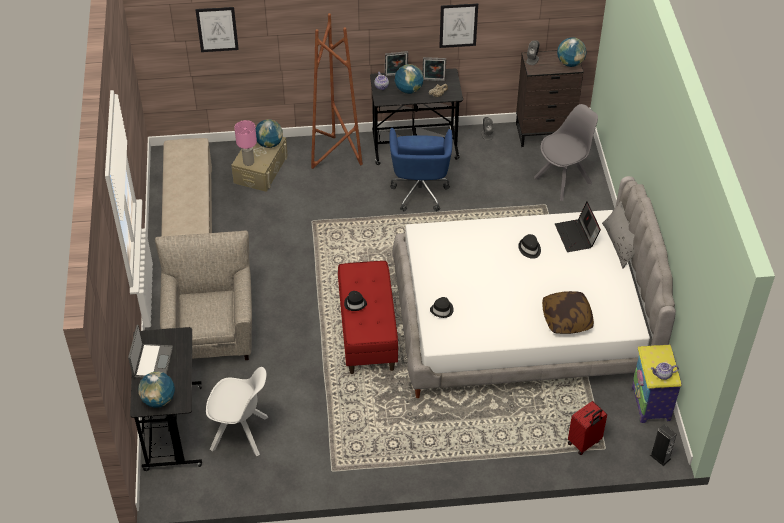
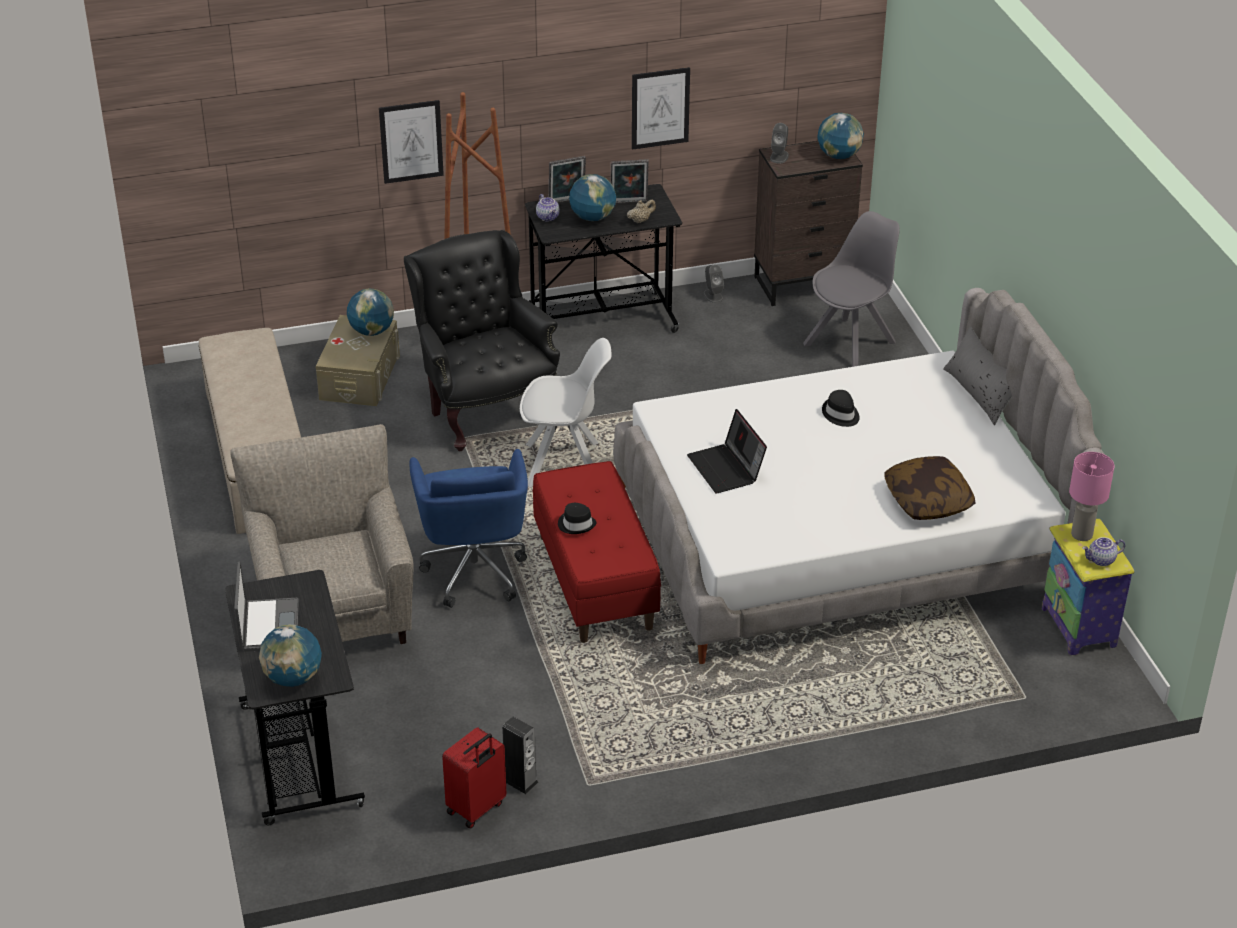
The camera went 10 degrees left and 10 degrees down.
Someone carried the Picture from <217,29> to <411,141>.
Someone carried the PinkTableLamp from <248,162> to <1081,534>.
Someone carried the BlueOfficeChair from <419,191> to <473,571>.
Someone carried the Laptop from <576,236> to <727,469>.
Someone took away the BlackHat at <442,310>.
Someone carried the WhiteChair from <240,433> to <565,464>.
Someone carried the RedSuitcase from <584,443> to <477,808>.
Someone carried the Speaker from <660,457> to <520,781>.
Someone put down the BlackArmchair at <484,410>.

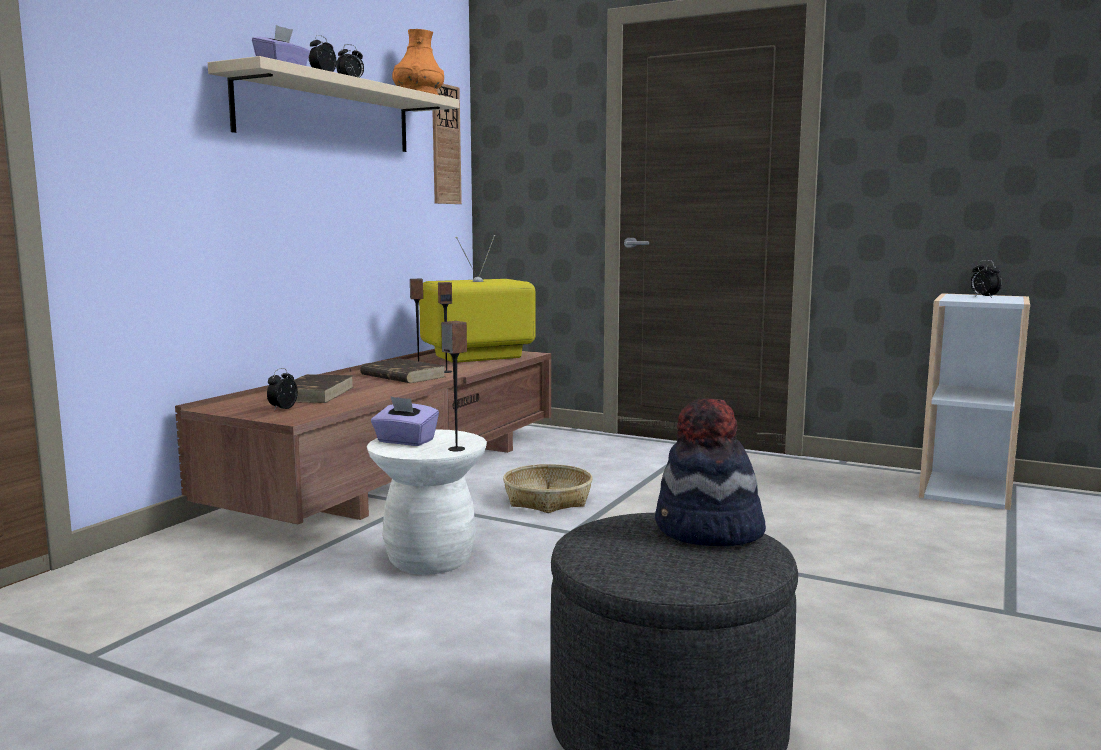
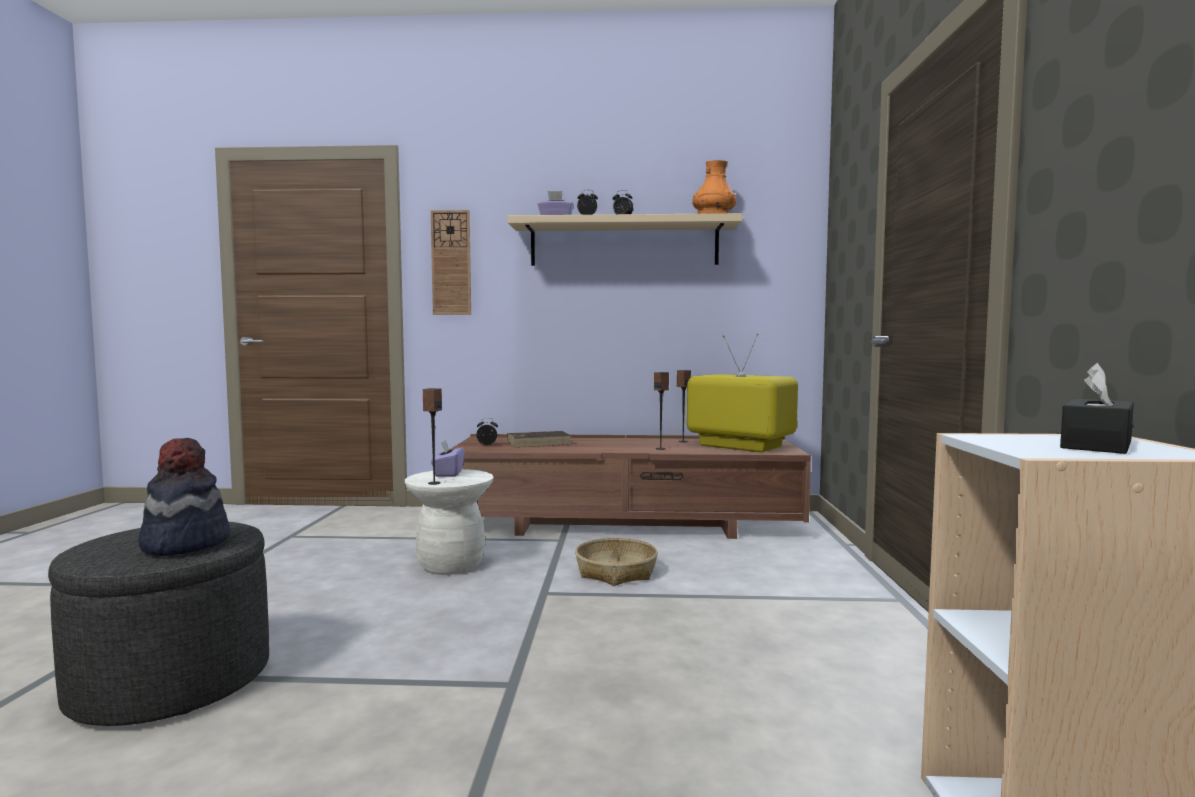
The camera went 65 degrees right and 5 degrees down.
Someone carried the WallClock from <445,145> to <451,263>.
Someone swapped the AlarmClock at <983,297> for the BlackTissueBox at <1096,445>.
Someone took away the BrownBook at <402,376>.

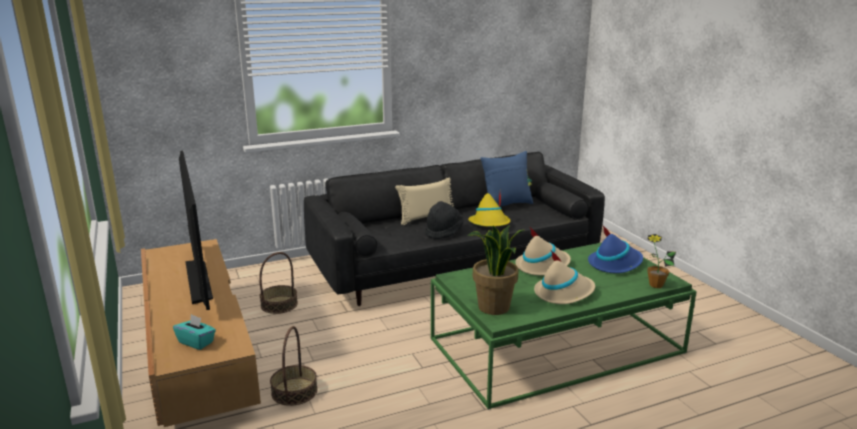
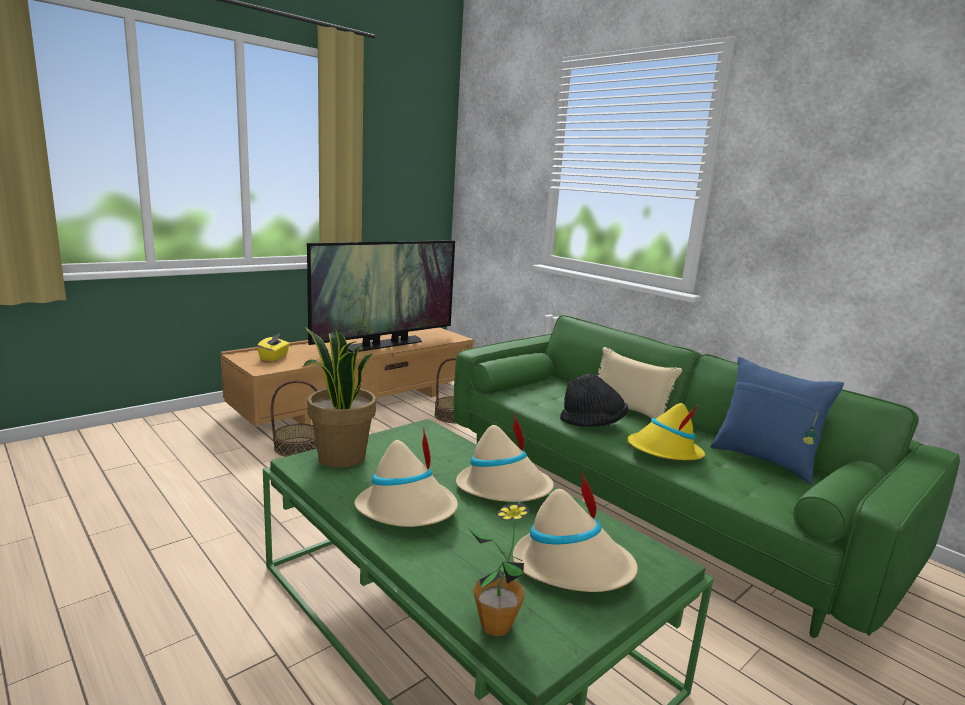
The camera went 70 degrees right and 5 degrees down.
Someone repainted the BlackSofa at <454,263>, which became the GreenSofa at <651,500>.
Someone repainted the BlueHat at <615,264>, which became the BeigeHat at <573,567>.
Someone repainted the TurquoiseTissueBox at <196,342>, which became the YellowTissueBox at <274,357>.

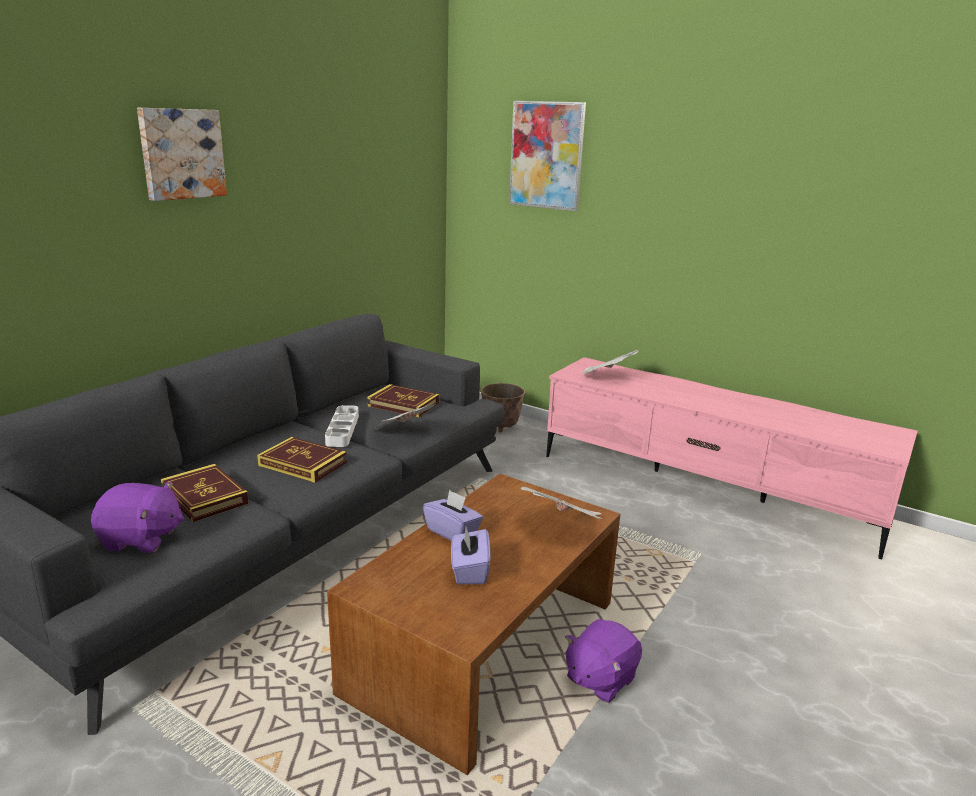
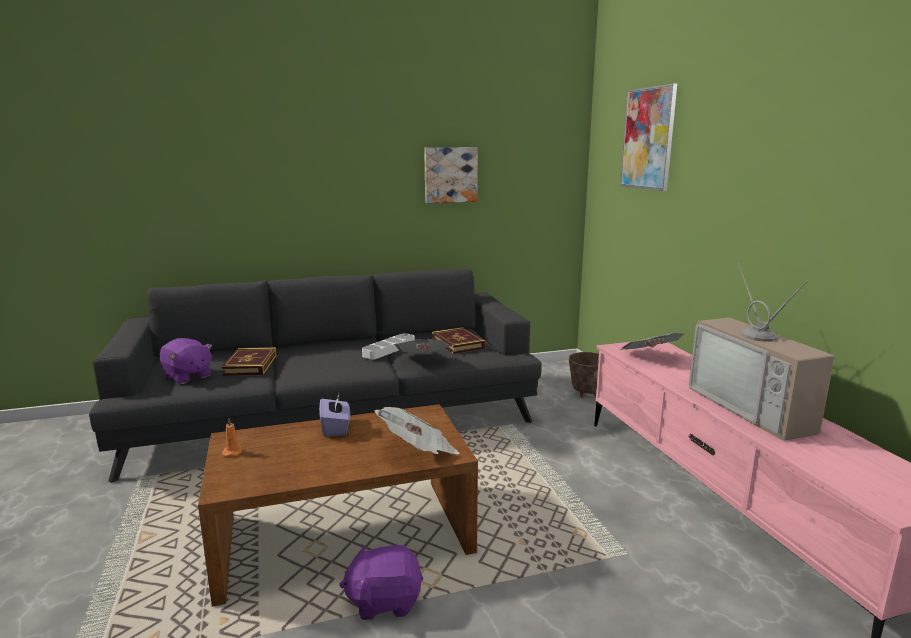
The camera went 40 degrees right and 5 degrees down.
Someone carried the Picture from <181,153> to <450,175>.
Someone took away the Book at <303,464>.
Someone took away the PurpleTissueBox at <469,571>.
Someone put down the Television at <756,408>.
Someone put down the OrangeCandle at <233,451>.

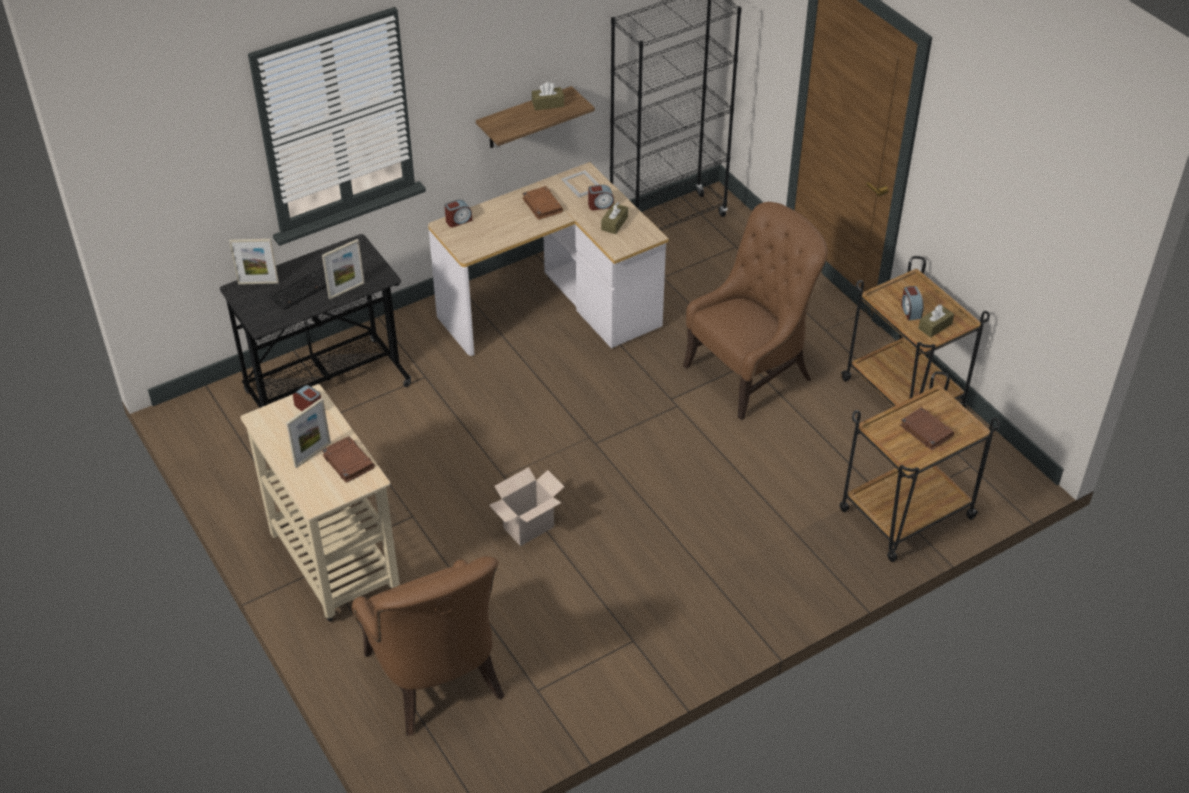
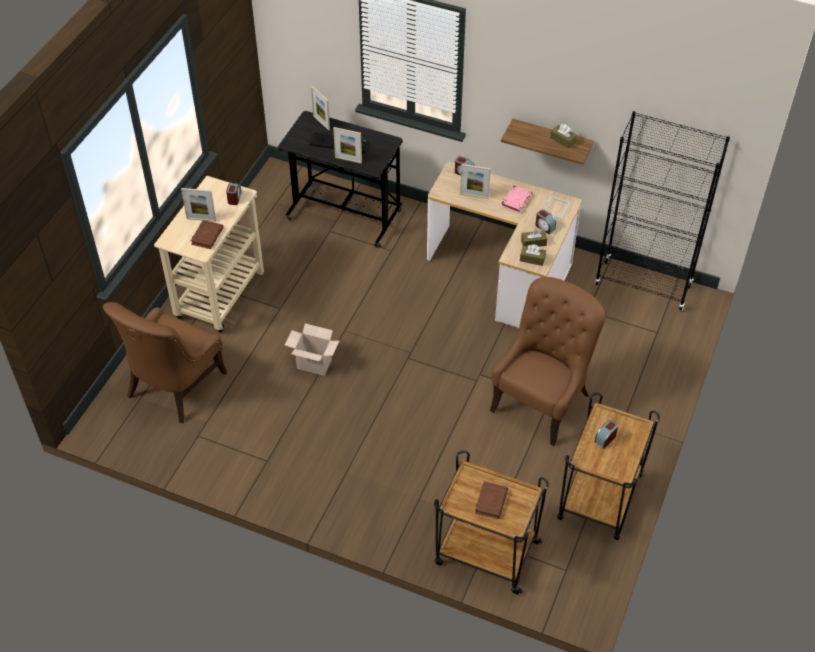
The camera went 55 degrees right and 5 degrees up.
Someone repainted the BrownBook at <542,205>, which became the PinkBook at <516,200>.
Someone rotated the BrownChair at <750,372> by 75 degrees counterclockwise.
Someone carried the BrownTissueBox from <935,326> to <532,259>.
Someone put down the PictureFrame at <474,196>.

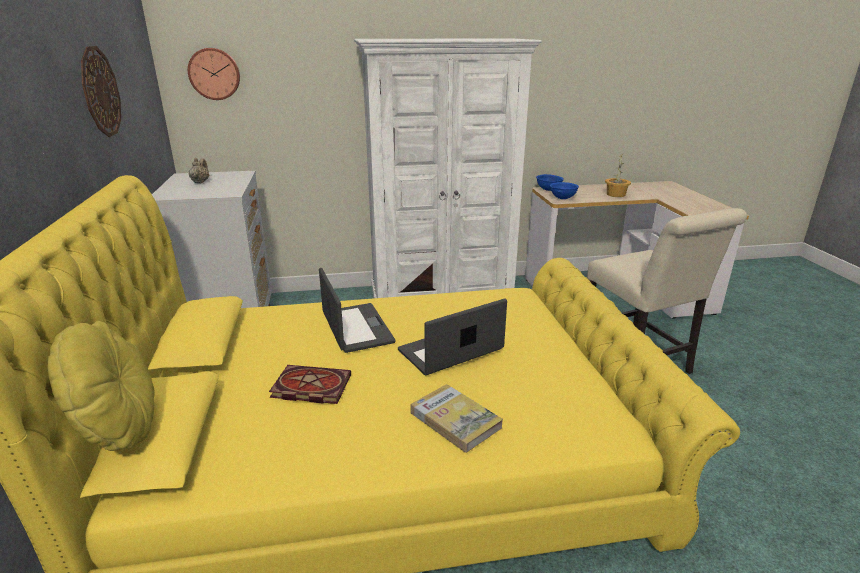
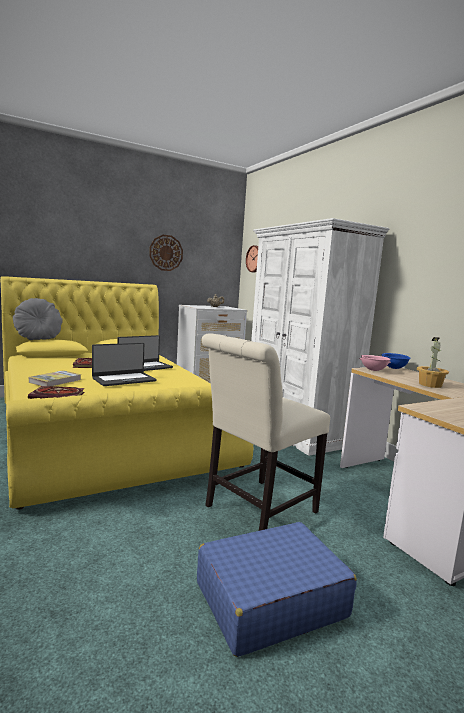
The camera went 70 degrees right and 15 degrees down.
Someone repainted the BlueBowl at <562,198>, which became the PinkBowl at <373,370>.
Someone rotated the Laptop at <451,351> by 105 degrees clockwise.
Someone repainted the YellowPillow at <121,431>, which became the GreyPillow at <38,339>.
Someone put down the Book at <59,395>.
Someone put down the BlueSuitcase at <270,599>.

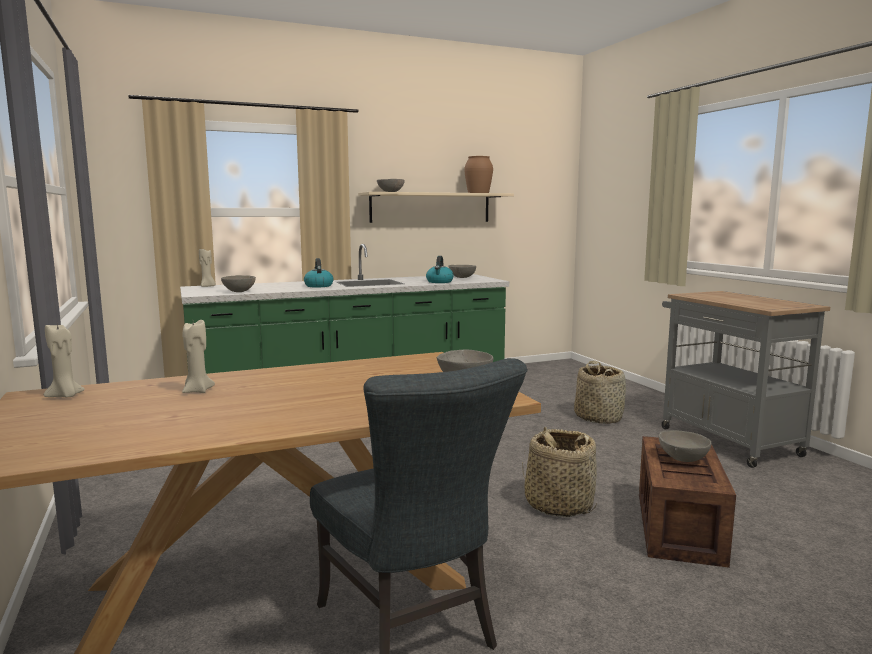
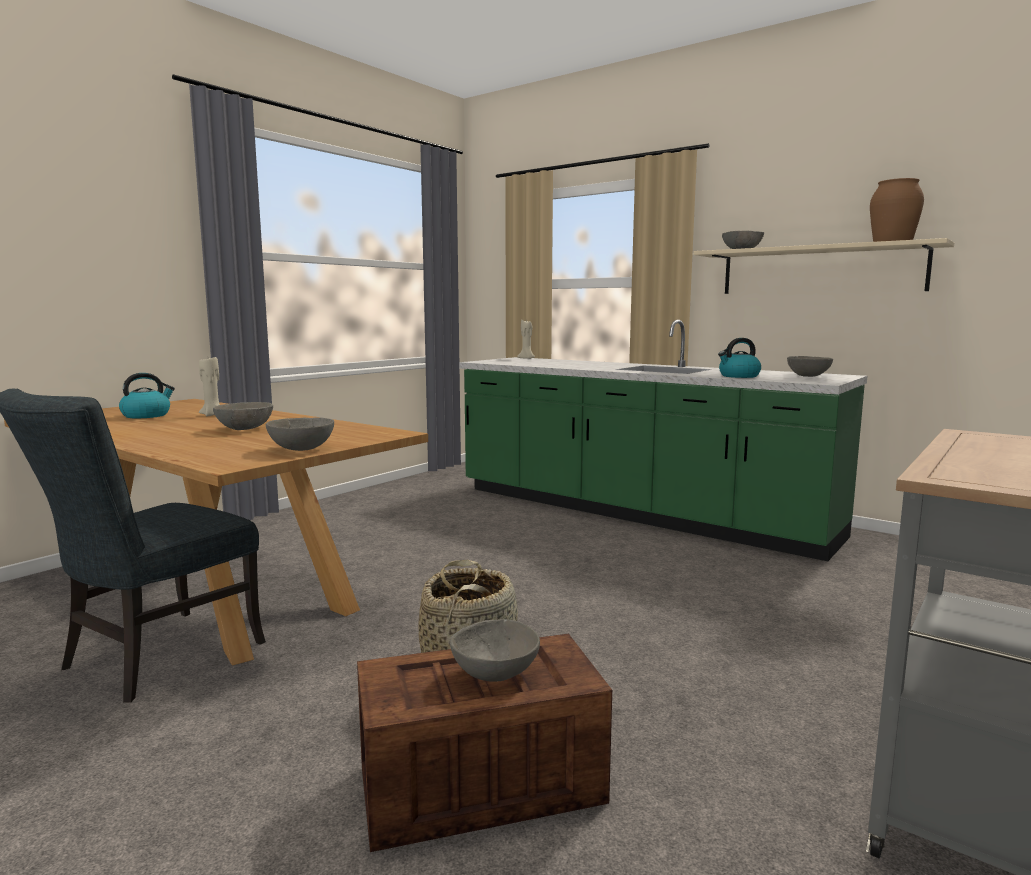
The camera went 60 degrees right and 0 degrees up.
Someone carried the Kettle from <318,286> to <147,415>.
Someone carried the GreyBowl from <239,291> to <245,429>.
Someone took away the BeigeCandle at <65,396>.
Someone took away the Basket at <598,417>.

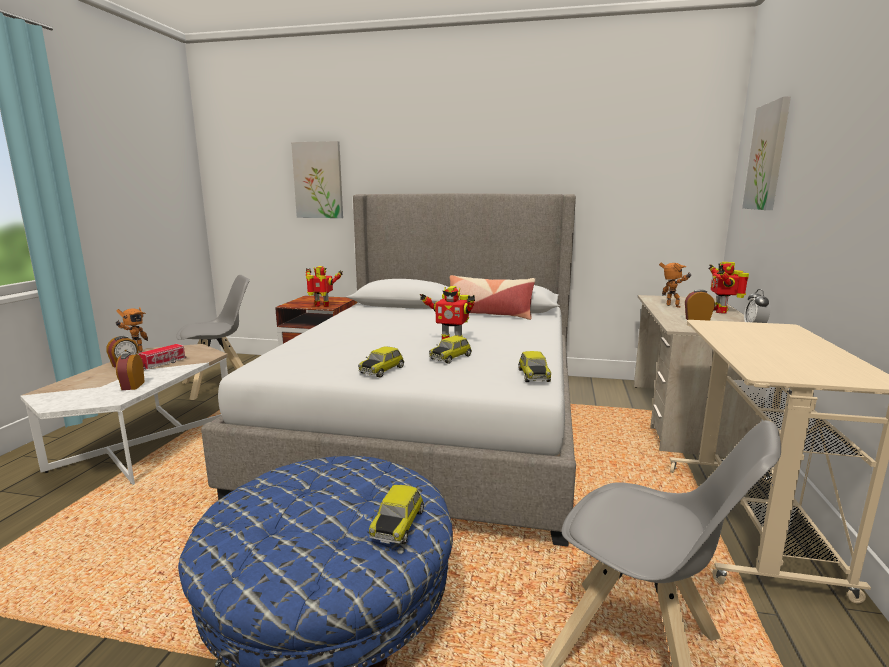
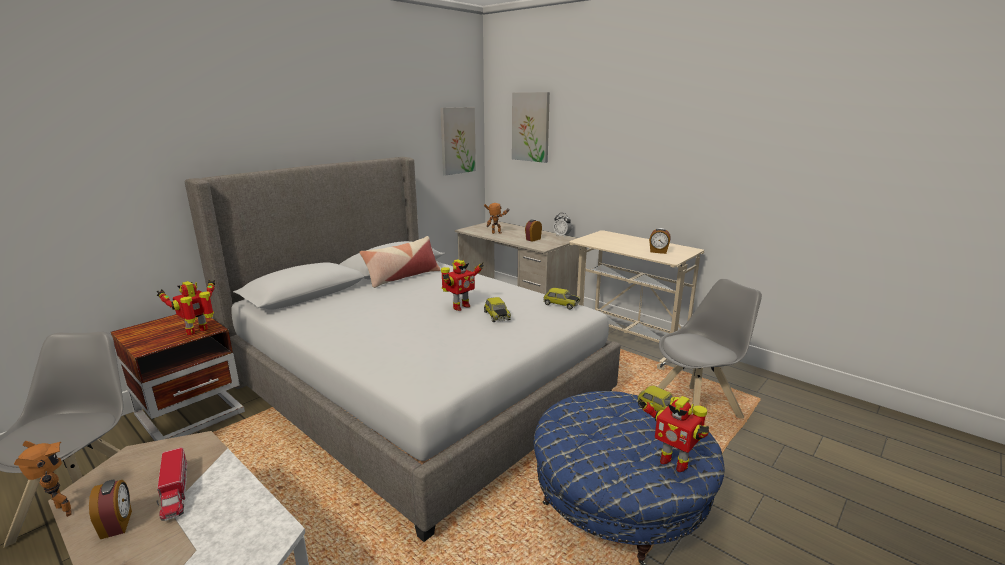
The camera went 60 degrees left and 5 degrees up.
Someone carried the Picture from <318,180> to <457,140>.
Someone carried the ToyRobot from <721,311> to <673,462>.
Someone took away the ToyCar at <381,370>.
Someone carried the AlarmClock from <132,386> to <658,251>.

